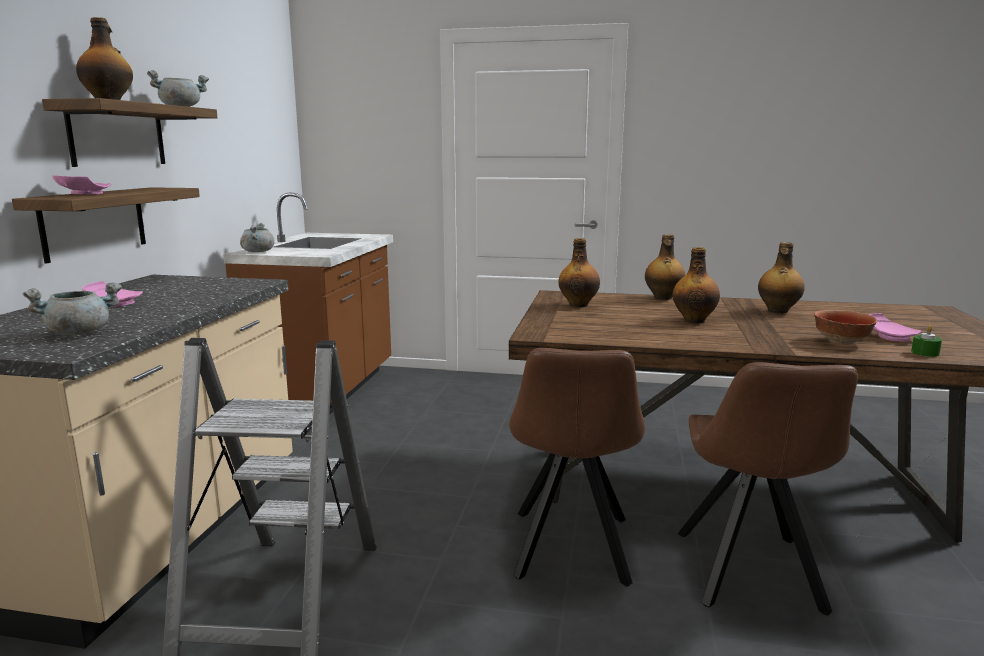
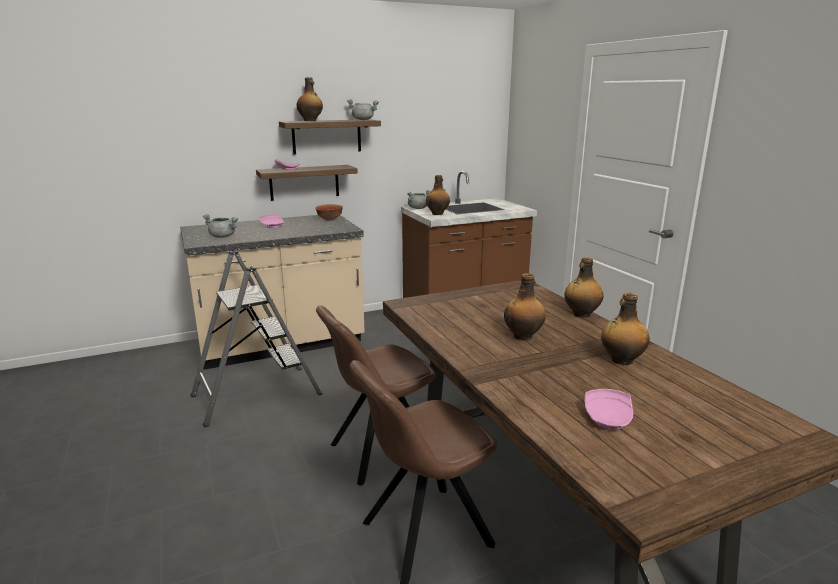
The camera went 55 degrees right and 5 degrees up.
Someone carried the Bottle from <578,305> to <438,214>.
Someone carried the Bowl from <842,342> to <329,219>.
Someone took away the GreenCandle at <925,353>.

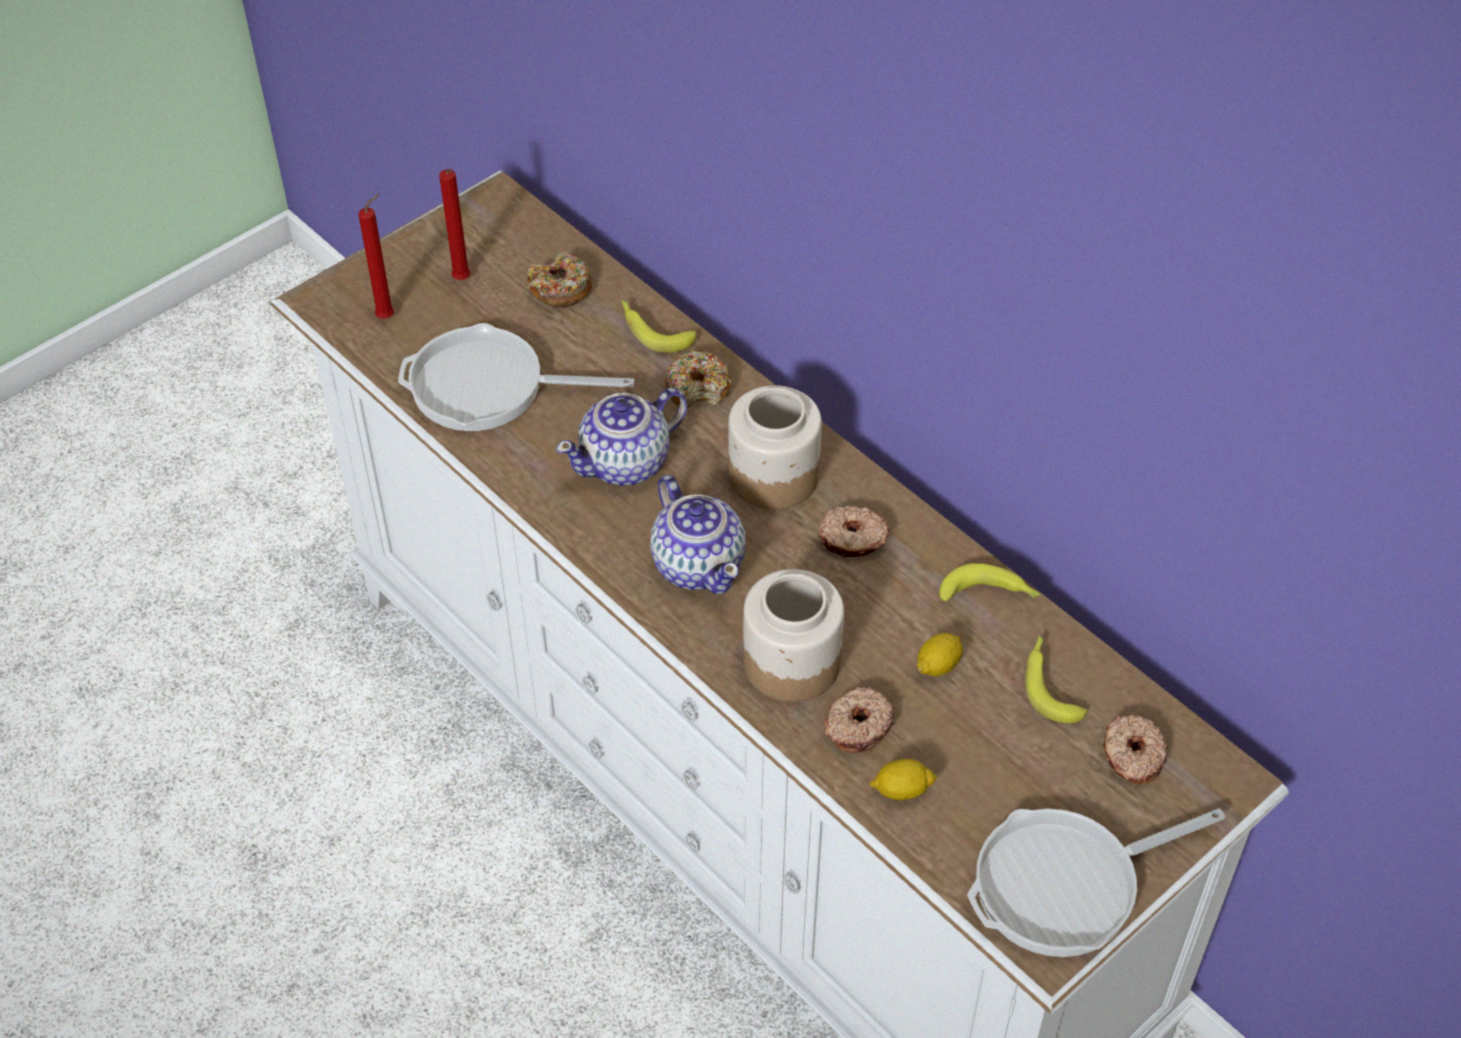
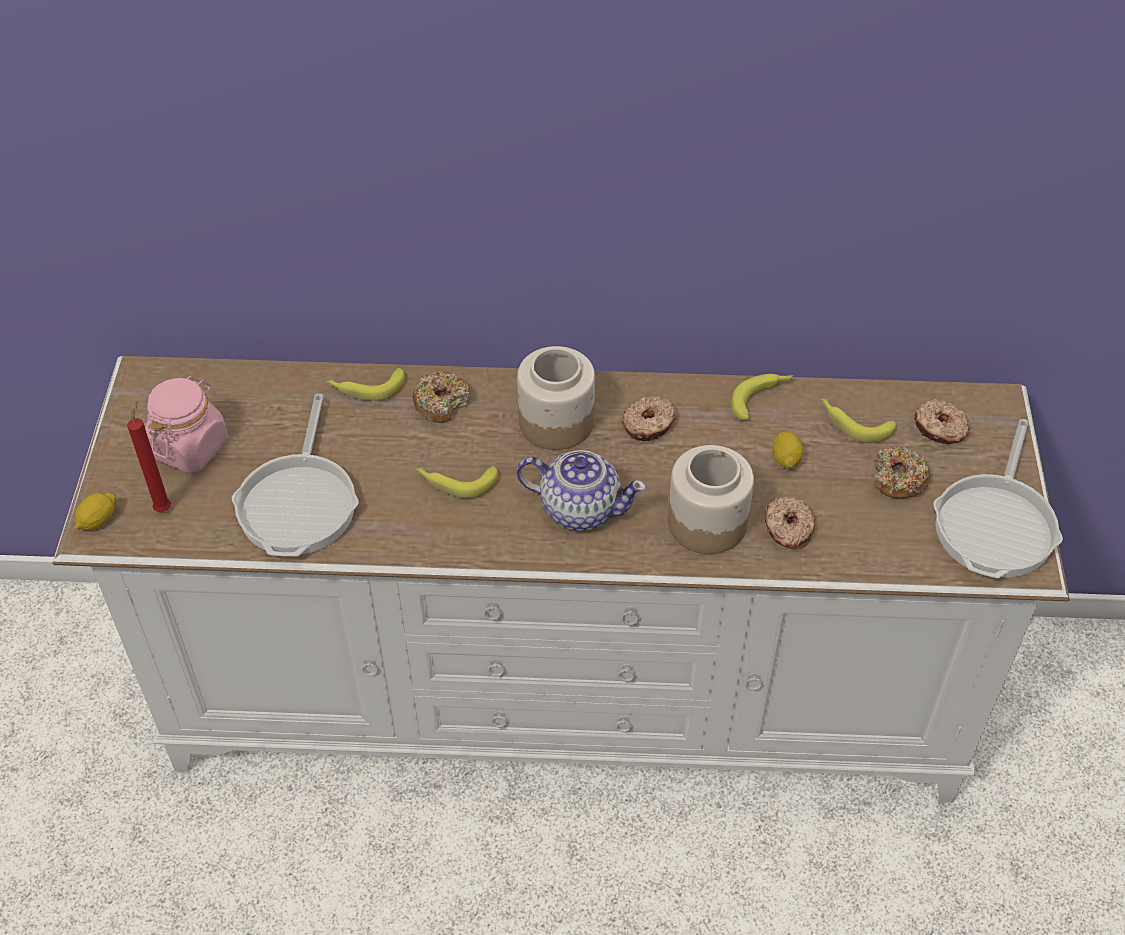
The camera went 45 degrees left and 0 degrees up.
Someone swapped the RedCandle at <462,281> for the PinkJar at <190,447>.
Someone carried the Donut from <560,289> to <898,480>.
Someone rotated the FryingPan at <488,387> by 45 degrees counterclockwise.
Someone swapped the Teapot at <626,463> for the Banana at <455,481>.
Someone carried the Lemon from <901,790> to <98,520>.

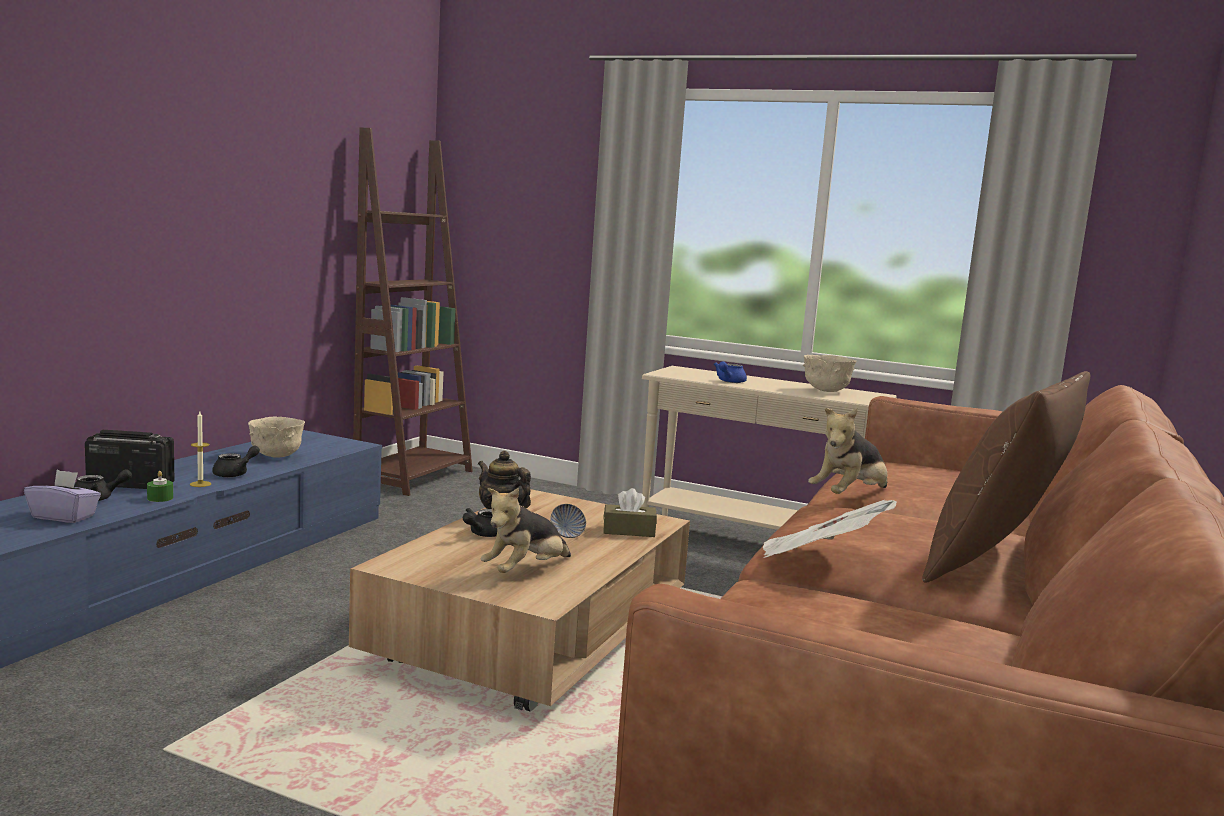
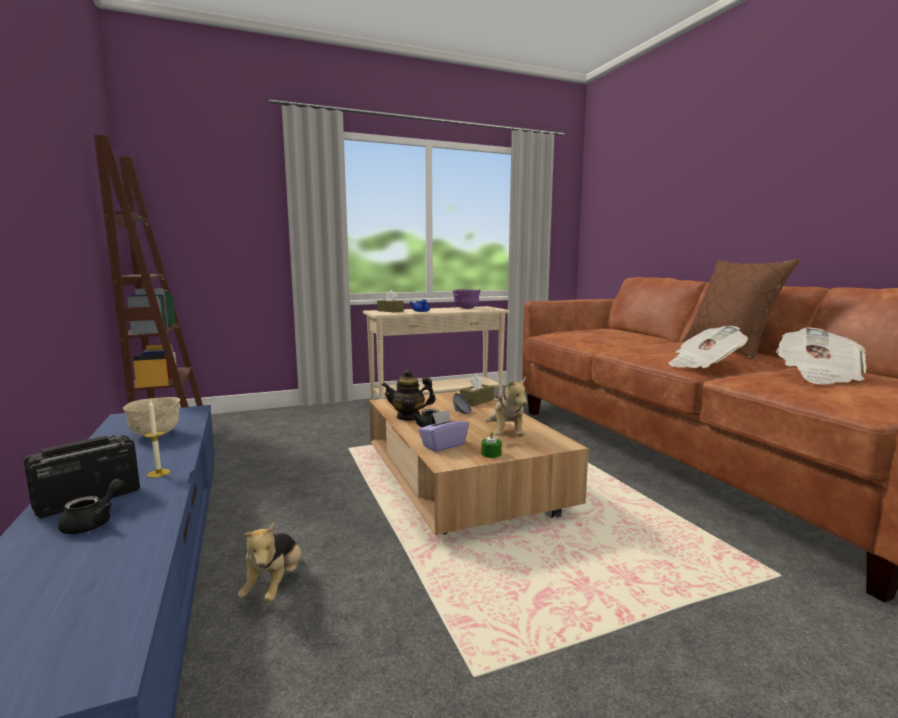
The camera went 45 degrees left and 0 degrees up.
Someone repainted the BeigeBowl at <826,391>, which became the PurpleBowl at <466,308>.
Someone carried the PlushToy from <849,497> to <275,585>.
Someone took away the BlackTeapot at <235,474>.
Someone carried the PurpleTissueBox from <64,517> to <443,445>.
Someone carried the GreenCandle from <160,498> to <491,454>.
Someone put down the BrownTissueBox at <390,311>.
Someone put down the Newspaper at <817,376>.

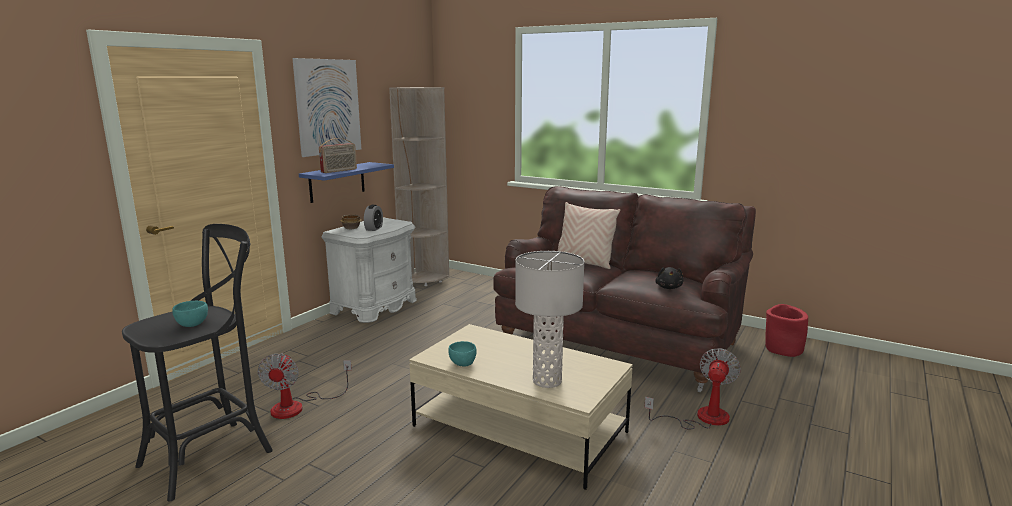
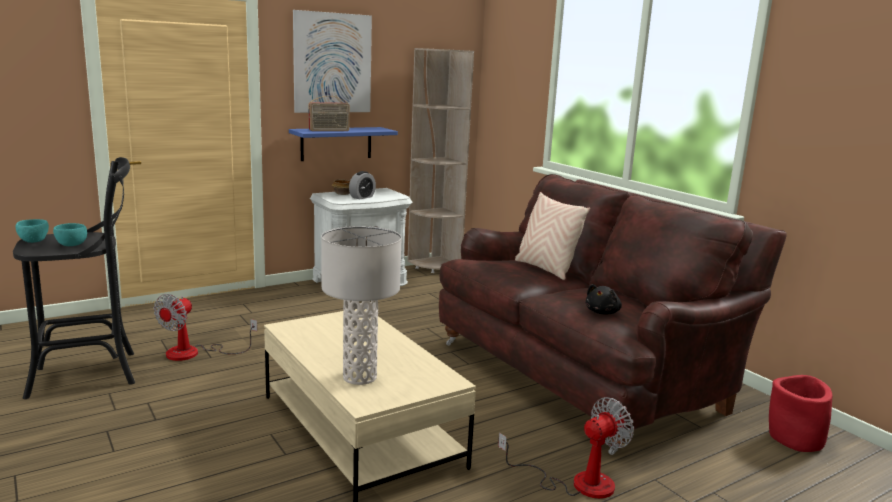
The camera went 25 degrees right and 0 degrees up.
Someone carried the TurquoiseBowl from <462,364> to <33,241>.

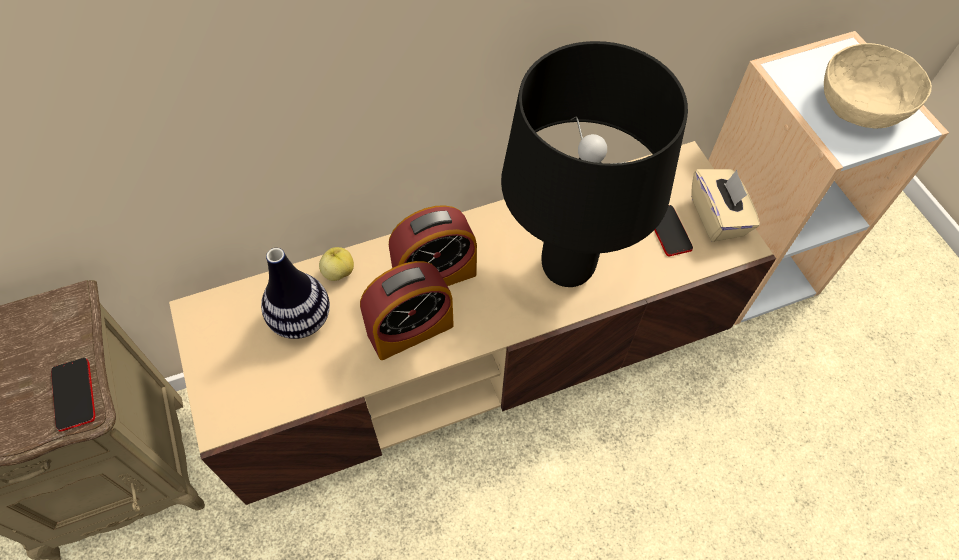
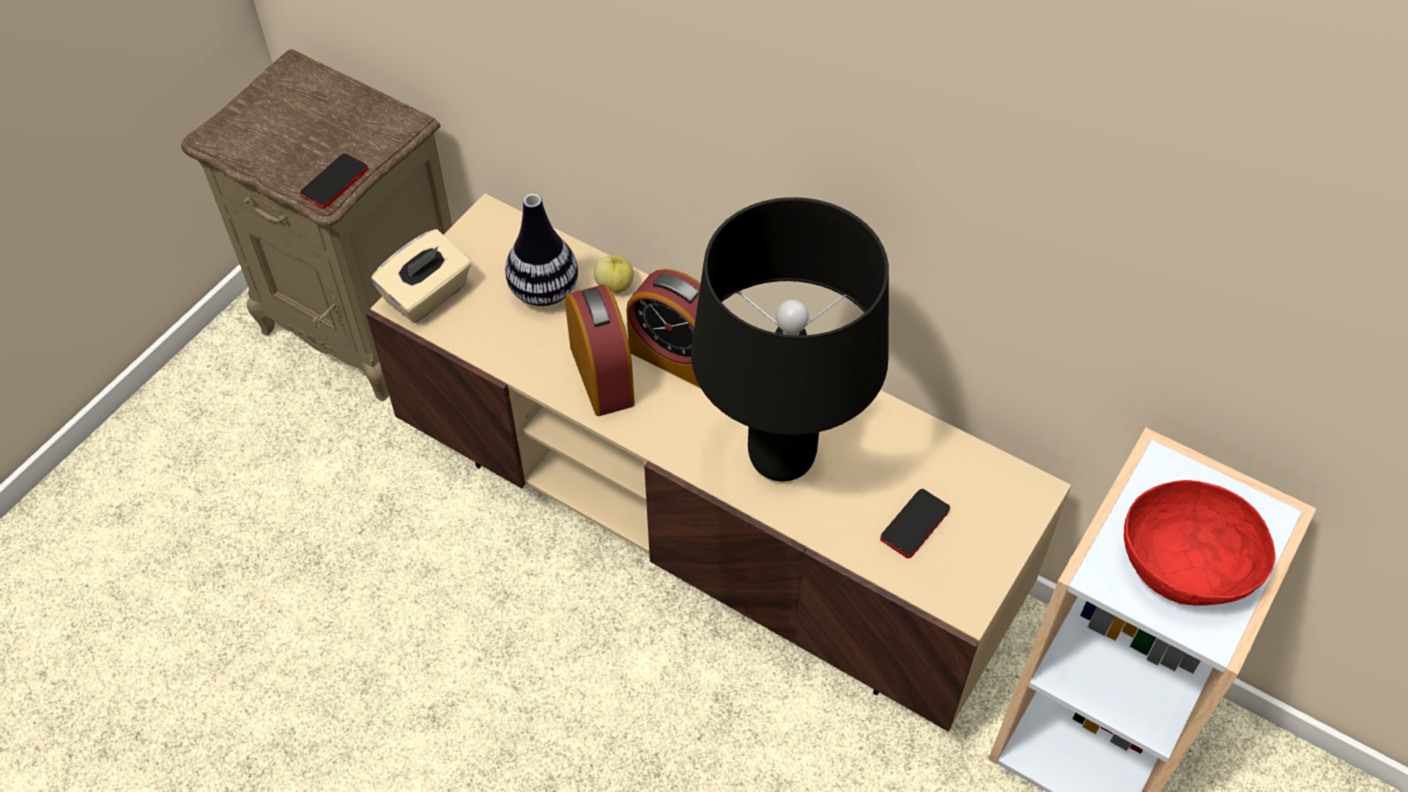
The camera went 55 degrees right and 5 degrees down.
Someone repainted the BeigeBowl at <861,106>, which became the RedBowl at <1186,564>.
Someone carried the BeigeTissueBox from <717,217> to <427,295>.
Someone rotated the AlarmClock at <410,329> by 135 degrees counterclockwise.

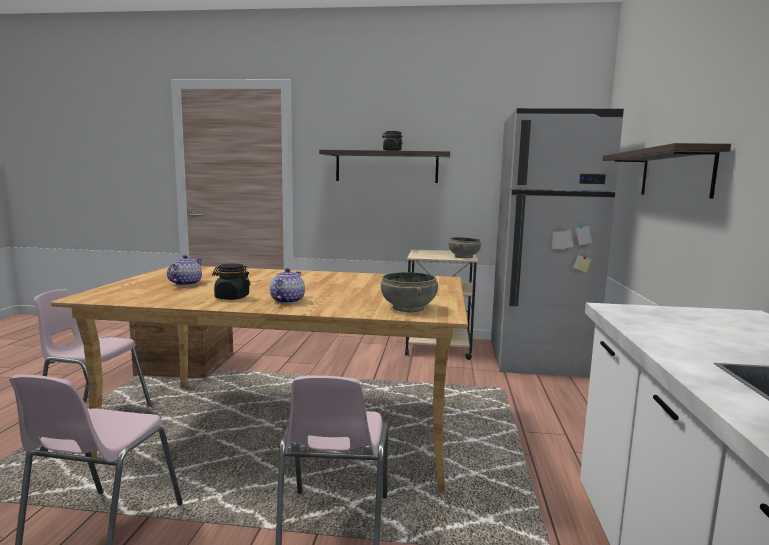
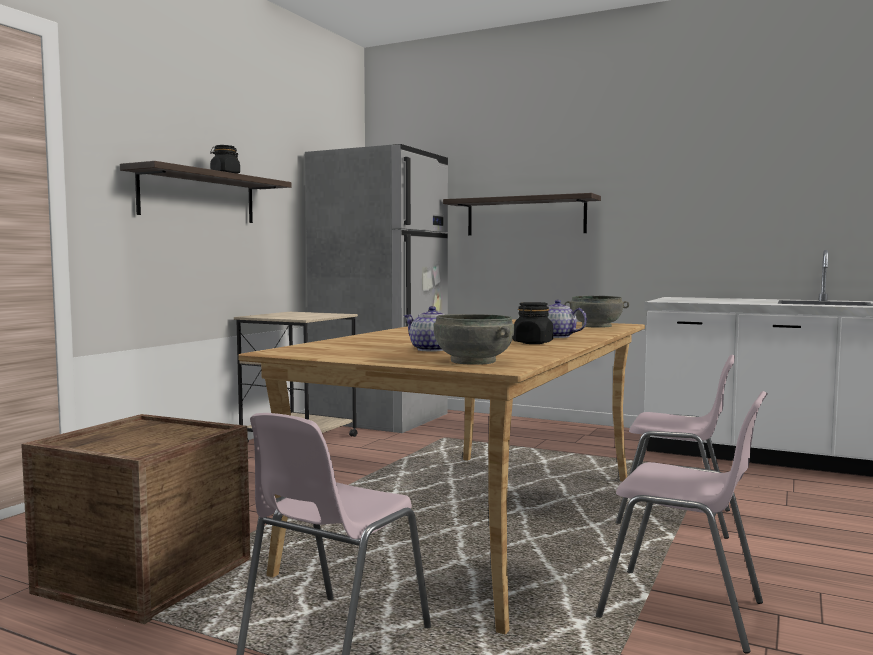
The camera went 70 degrees left and 5 degrees down.
Someone carried the GreyBowl from <463,257> to <472,361>.

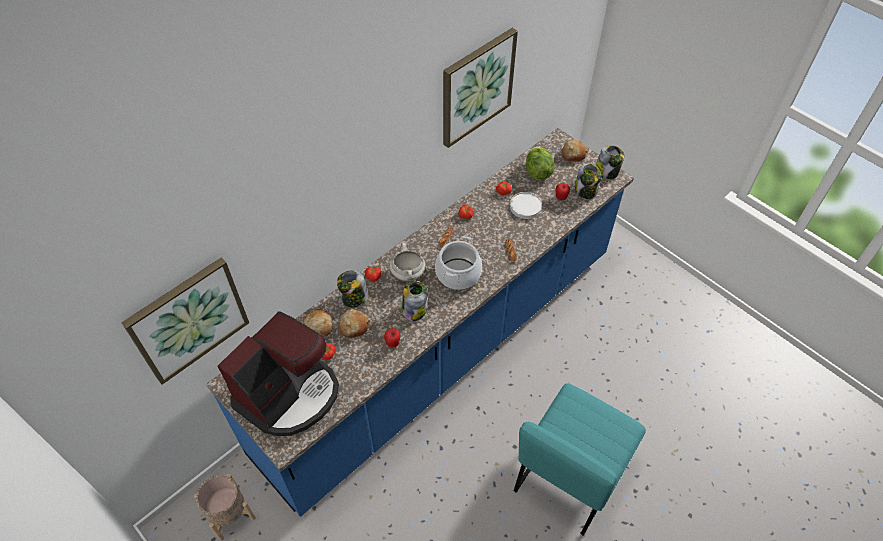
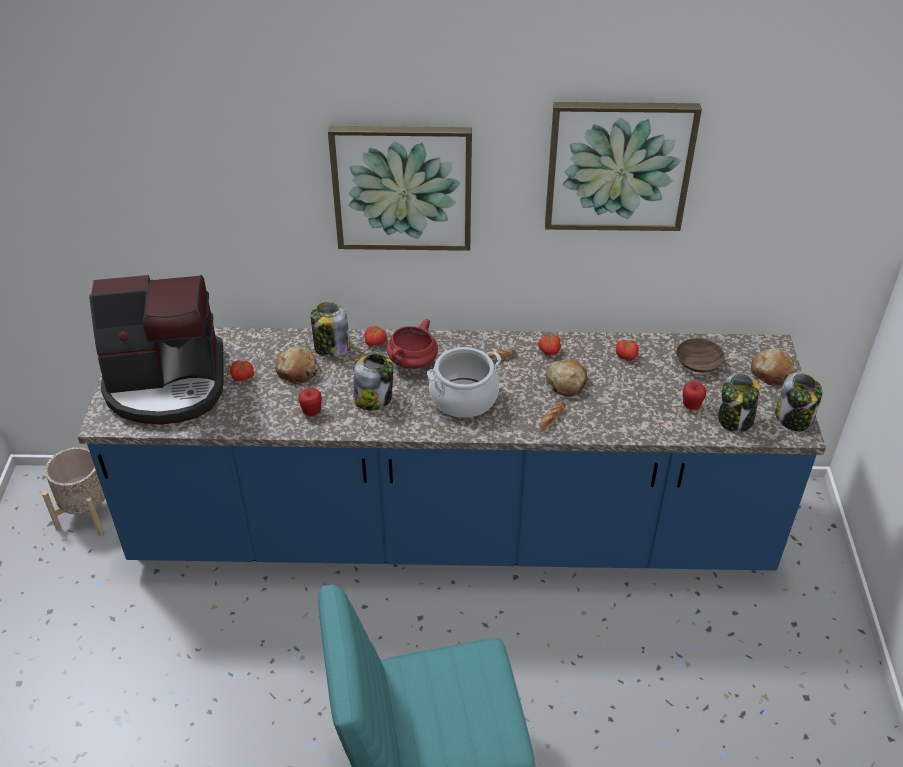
The camera went 45 degrees right and 10 degrees down.
Someone swapped the Lettuce at <538,172> for the BrownBowl at <697,363>.
Someone took away the WhitePlate at <525,207>.
Someone repainted the WhiteCookingPot at <408,274>, which became the RedCookingPot at <412,363>.
Someone carried the Picture from <188,320> to <402,187>.
Someone carried the Bread from <319,326> to <566,383>.

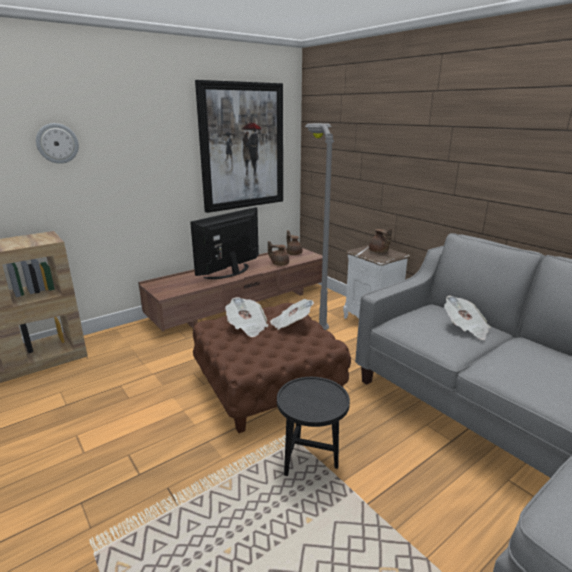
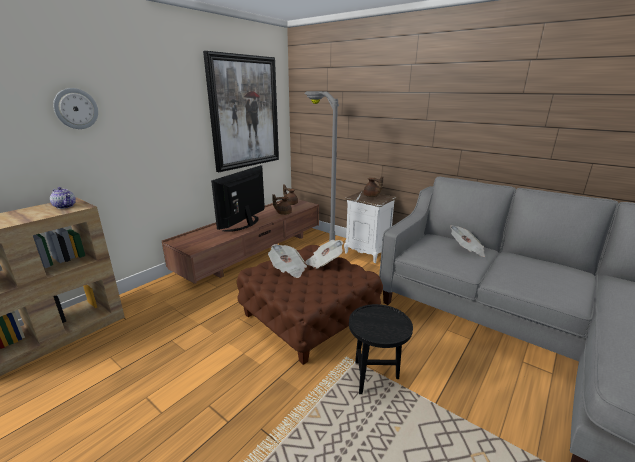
The camera went 15 degrees left and 0 degrees up.
Someone put down the Teapot at <65,206>.

